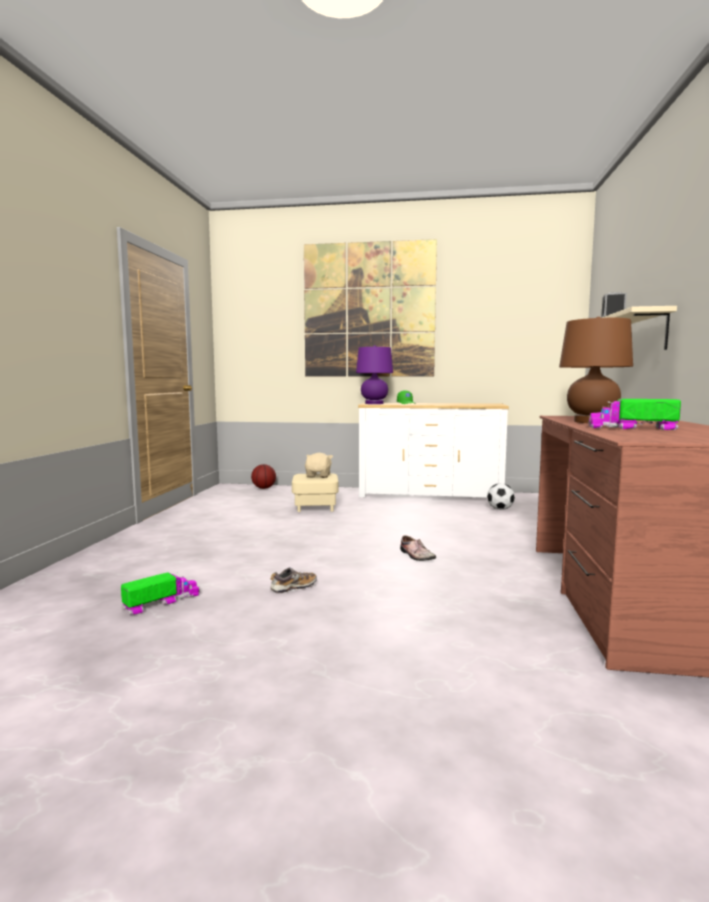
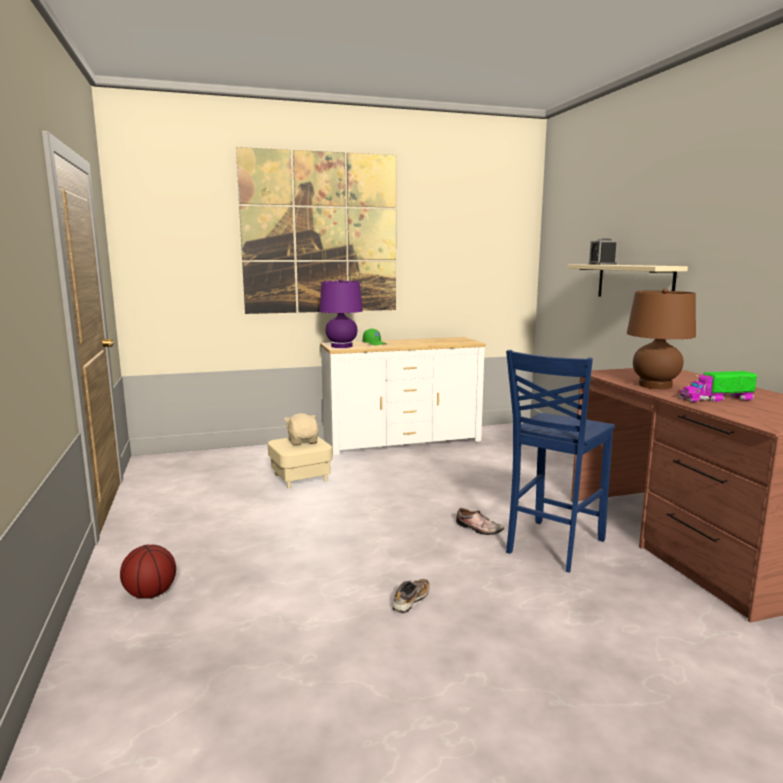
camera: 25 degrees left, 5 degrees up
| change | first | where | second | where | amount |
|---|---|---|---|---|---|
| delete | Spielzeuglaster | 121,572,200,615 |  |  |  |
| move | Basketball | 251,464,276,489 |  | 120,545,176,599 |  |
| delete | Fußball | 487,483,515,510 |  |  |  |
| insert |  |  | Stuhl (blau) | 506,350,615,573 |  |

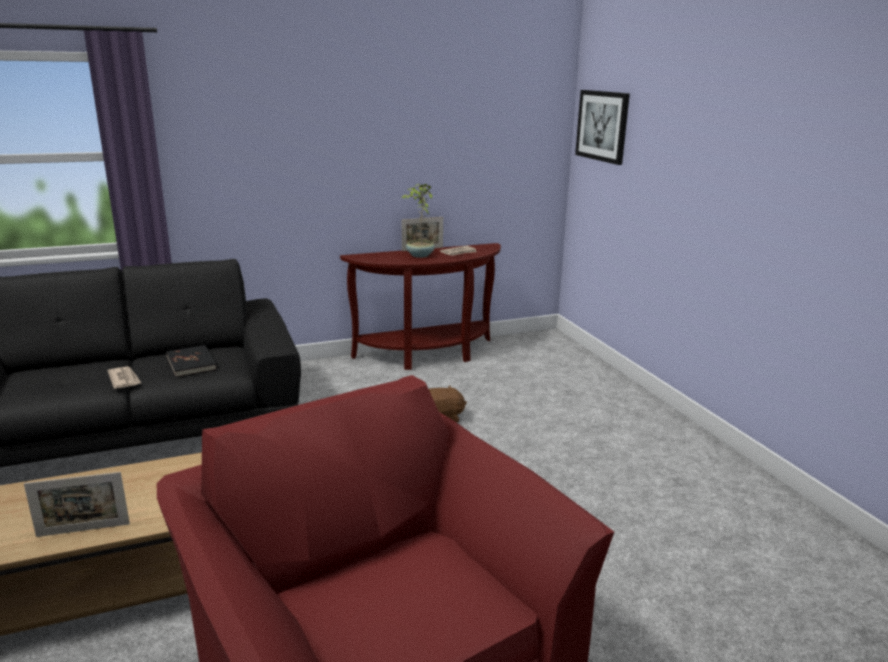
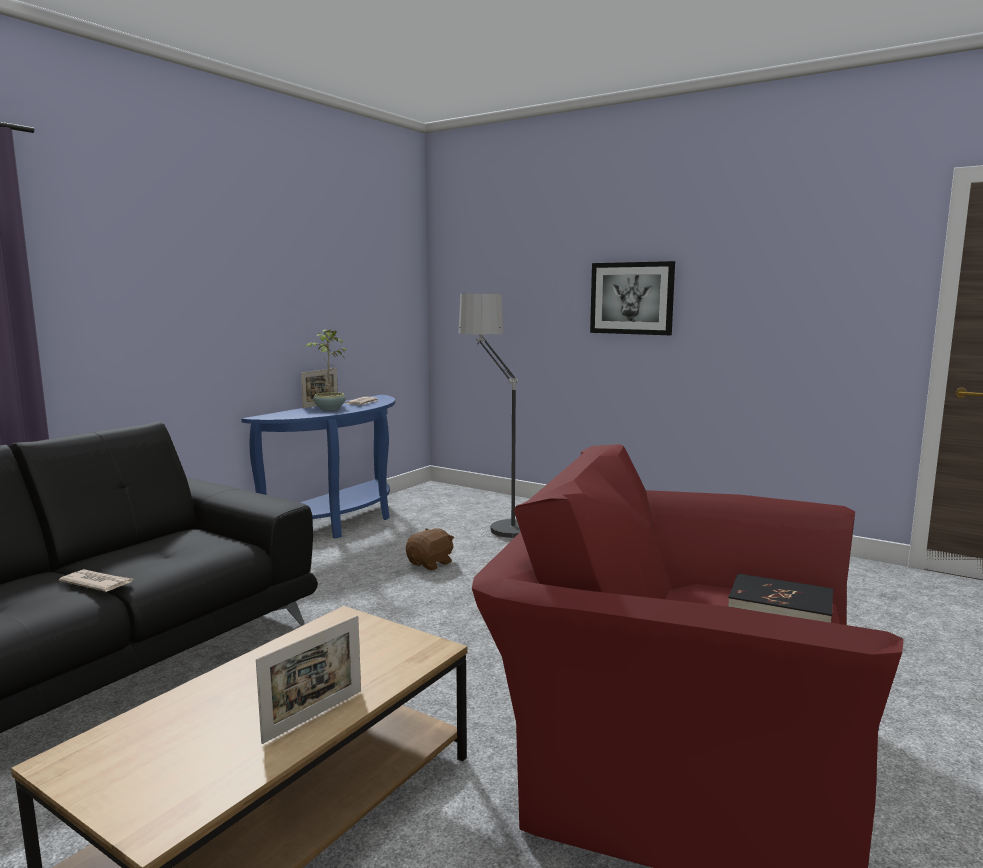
camera: 35 degrees left, 10 degrees down
| change | first | where | second | where | amount |
|---|---|---|---|---|---|
| move | Buch (schwarz) | 166,345,217,377 |  | 728,573,833,623 |  |
| recolor | Konsolentisch (braun) | 340,243,501,370 | Konsolentisch (blau) | 241,395,395,539 |  |
| move | Bild | 575,90,630,165 |  | 590,261,675,335 |  |
| insert |  |  | Stehlampe | 459,294,521,540 |  |

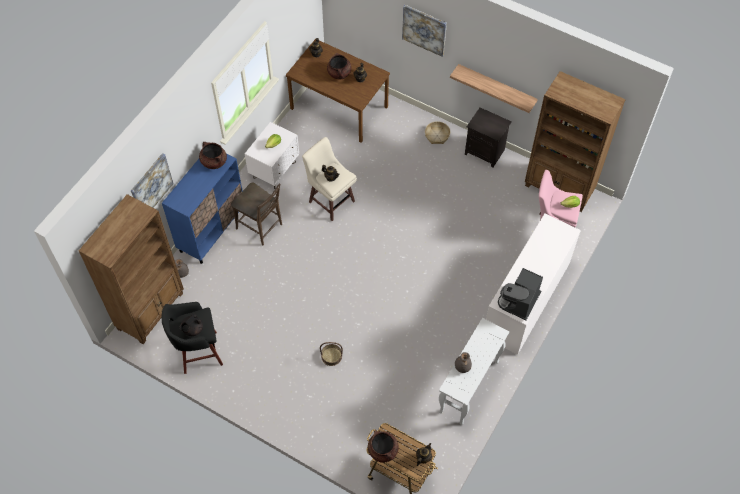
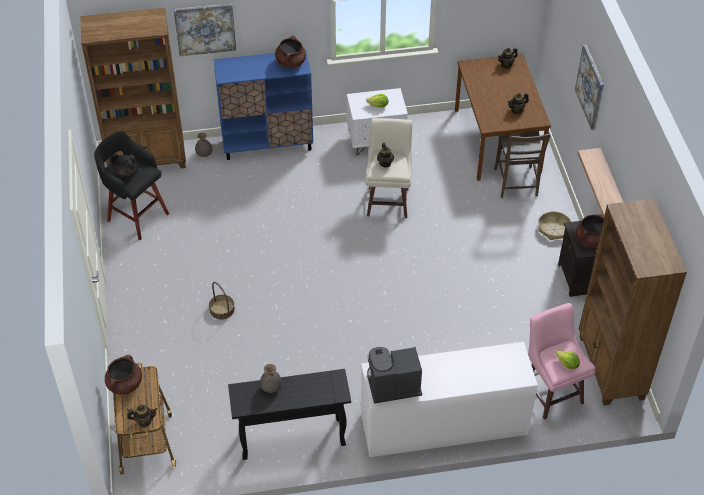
camera: 50 degrees right, 10 degrees down
| change | first | where | second | where | amount |
|---|---|---|---|---|---|
| move | Stuhl (braun) | 231,182,282,246 |  | 494,131,550,198 |  |
| move | Kochtopf (braun) | 327,53,351,80 |  | 576,214,604,247 |  |
| recolor | Konsolentisch (weiß) | 439,318,509,425 | Konsolentisch (schwarz) | 228,369,351,460 |  |

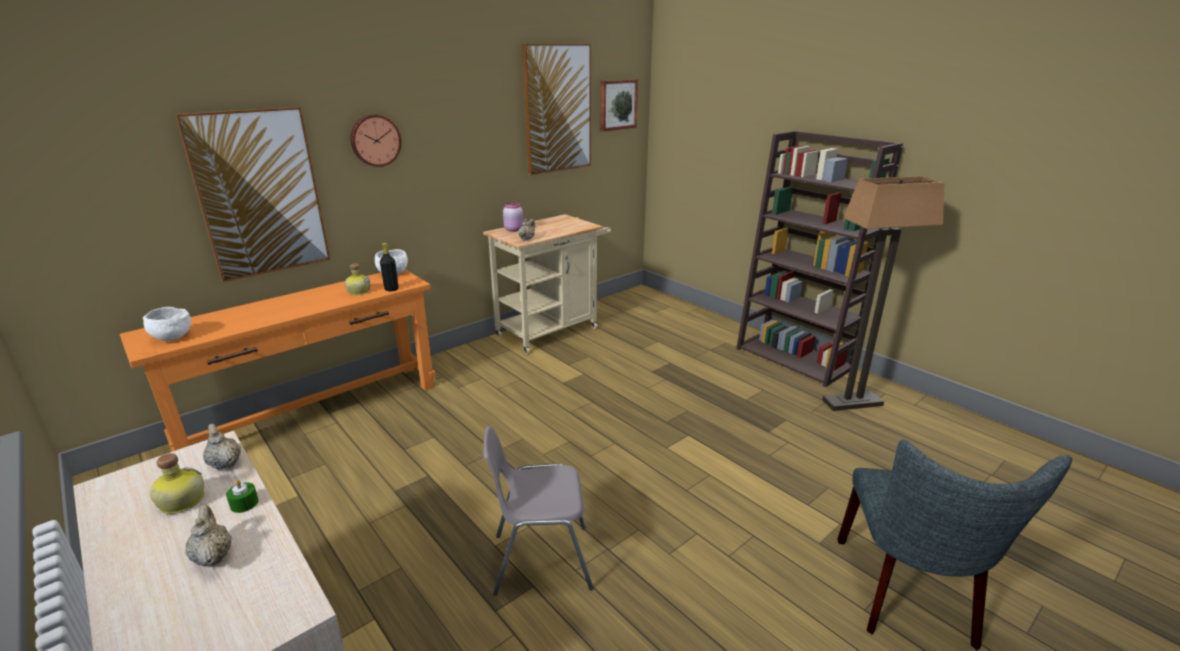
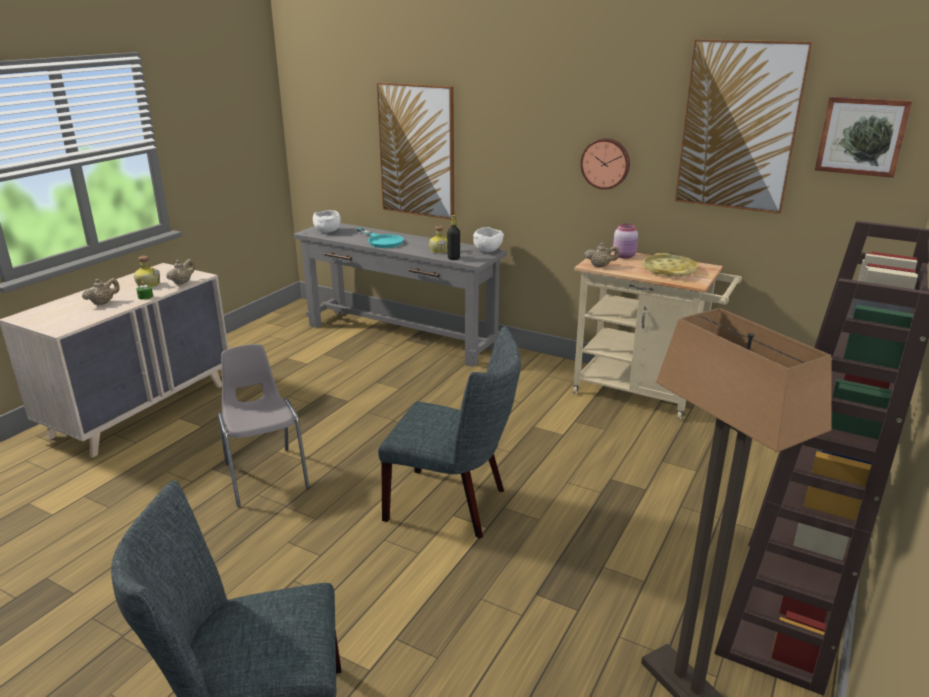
camera: 70 degrees right, 0 degrees up
| change | first | where | second | where | amount |
|---|---|---|---|---|---|
| recolor | Konsolentisch (orange) | 120,270,436,452 | Konsolentisch (grau) | 294,223,507,367 |  |
| move | Wanduhr | 350,114,402,167 |  | 580,138,630,190 |  |
| insert |  |  | Pfanne (türkis) | 357,228,404,248 |  |
| insert |  |  | Stuhl (grau) | 378,326,521,539 |  |
| insert |  |  | Tablett (gelb) | 643,253,697,277 |  |

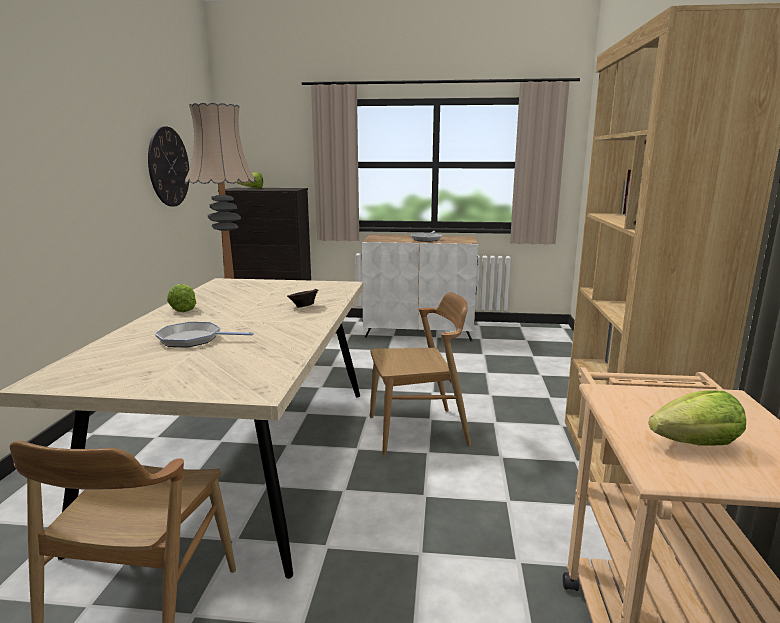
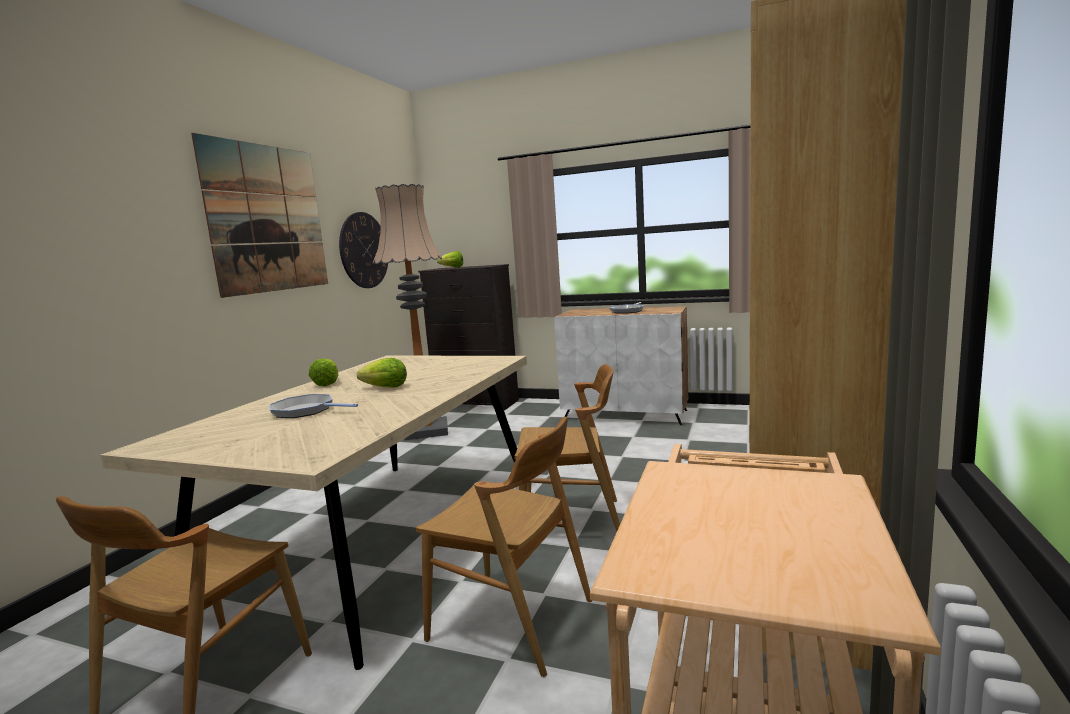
camera: 15 degrees right, 5 degrees down
| change | first | where | second | where | amount |
|---|---|---|---|---|---|
| delete | Schüssel (braun) | 287,289,318,308 |  |  |  |
| move | Salatkopf | 649,390,746,445 |  | 357,358,407,388 |  |
| insert |  |  | Bild | 191,133,328,298 |  |
| insert |  |  | Stuhl (braun) | 416,417,592,677 |  |

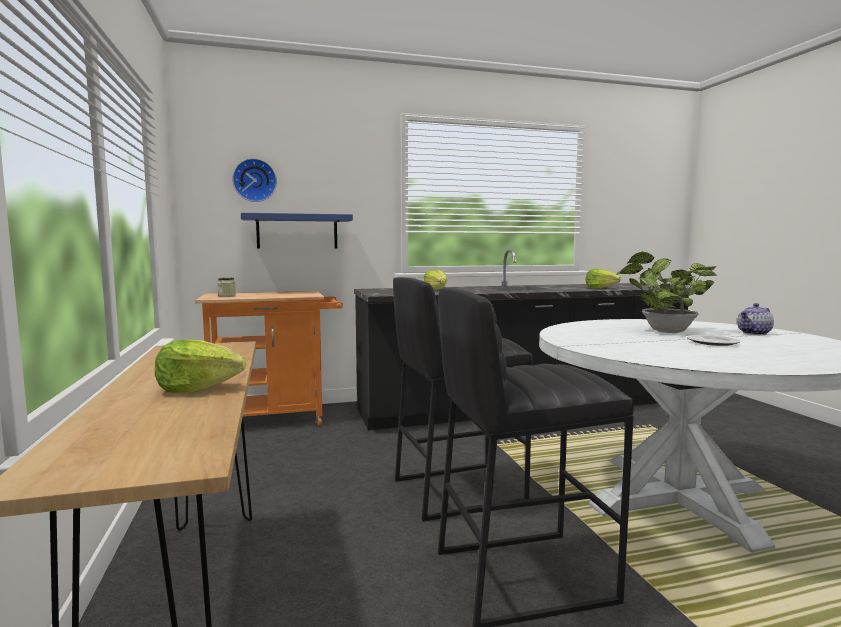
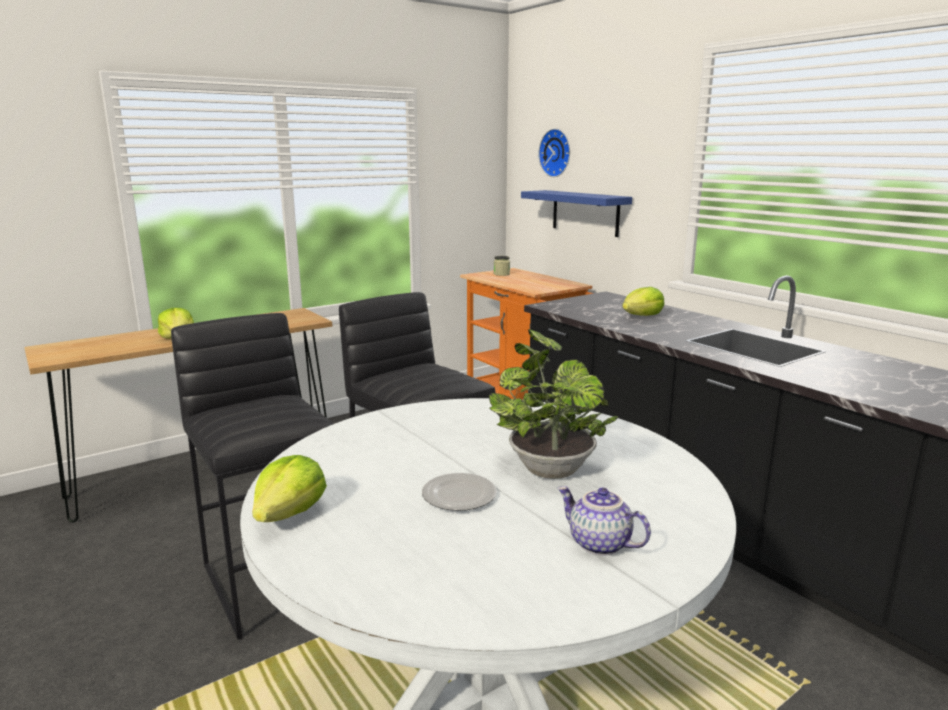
camera: 70 degrees right, 10 degrees up
| change | first | where | second | where | amount |
|---|---|---|---|---|---|
| move | Salatkopf | 586,269,621,289 |  | 252,455,327,522 |  |

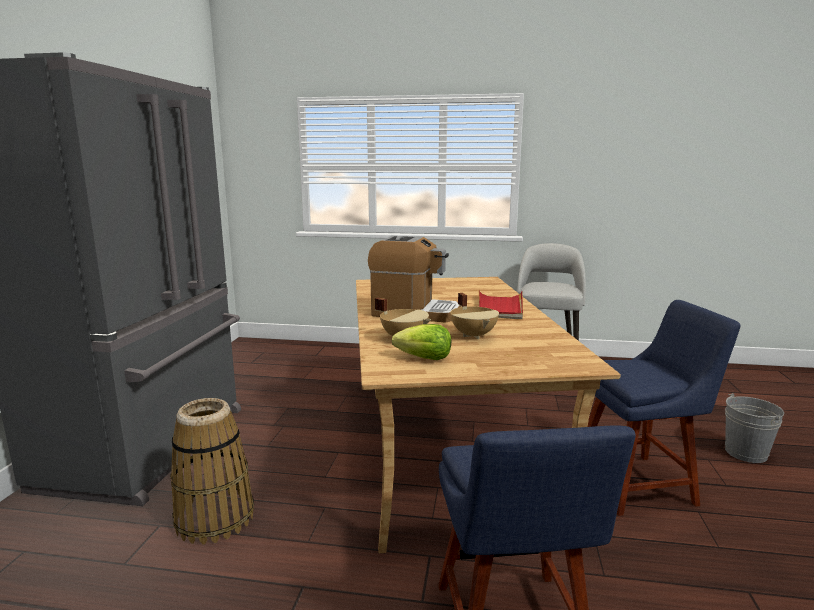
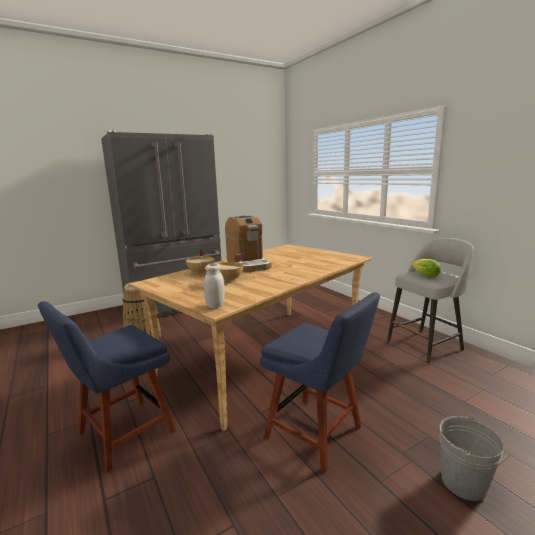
camera: 50 degrees right, 0 degrees up
| change | first | where | second | where | amount |
|---|---|---|---|---|---|
| move | Salatkopf | 392,324,451,360 |  | 412,259,441,277 |  |
| delete | Tablett (rot) | 479,290,523,319 |  |  |  |
| insert |  |  | Vorratsglas (weiß) | 204,263,225,309 |  |

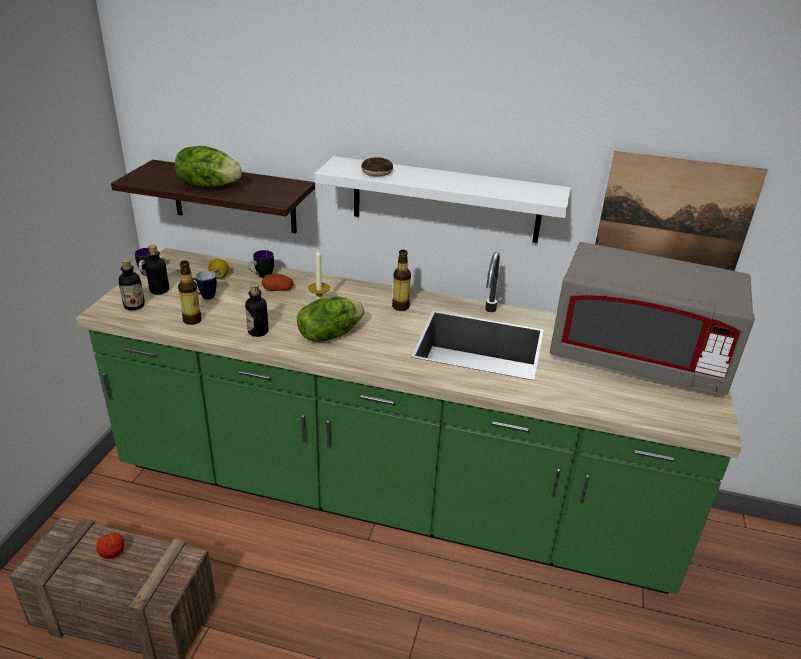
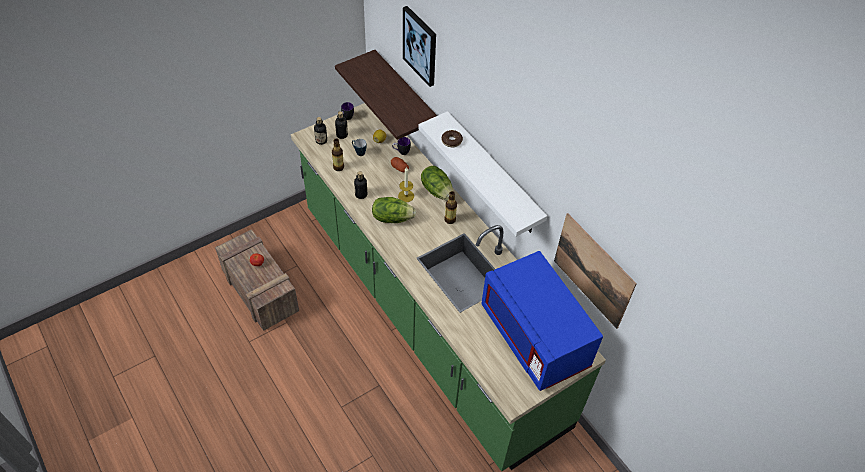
camera: 40 degrees right, 20 degrees up
| change | first | where | second | where | amount |
|---|---|---|---|---|---|
| move | Salatkopf | 175,146,242,187 |  | 421,166,453,201 |  |
| recolor | Mikrowelle (grau) | 550,242,755,395 | Mikrowelle (blau) | 482,251,603,391 |  |
| insert |  |  | Bild | 403,6,436,87 |  |

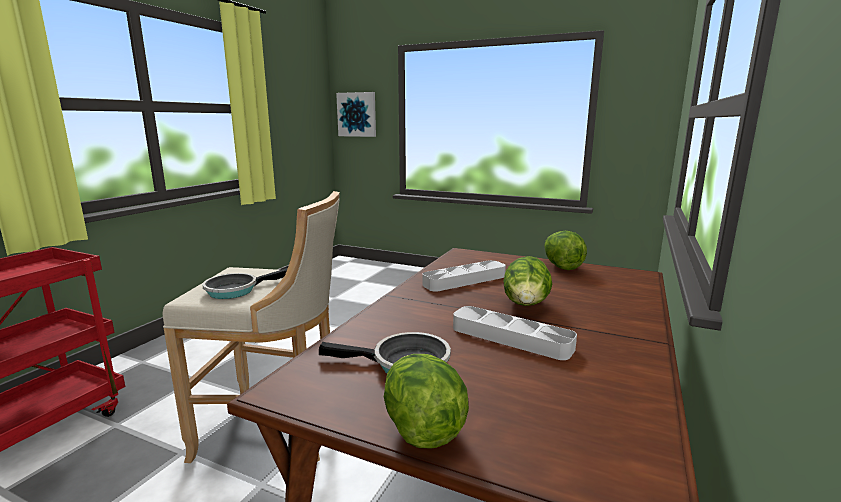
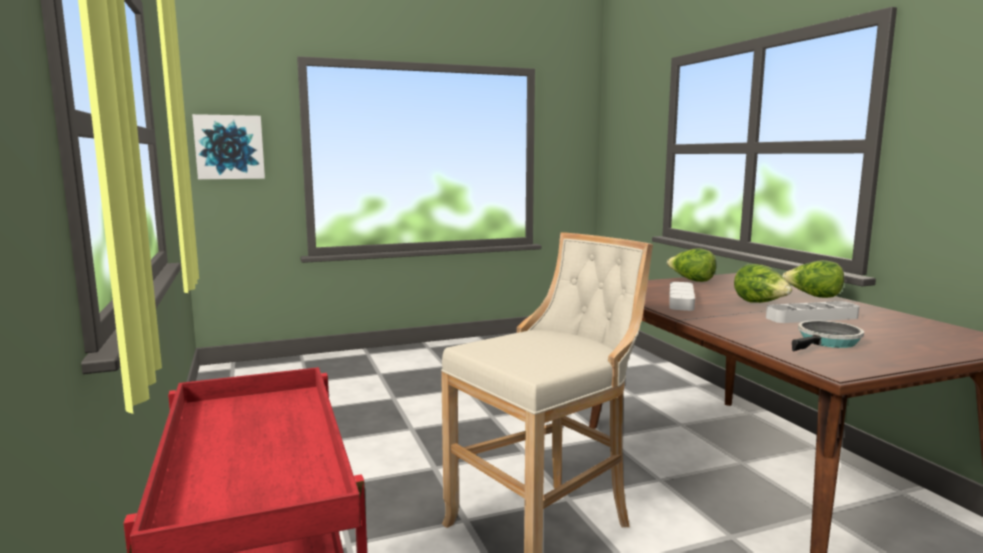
camera: 45 degrees left, 5 degrees down
| change | first | where | second | where | amount |
|---|---|---|---|---|---|
| delete | Pfanne | 202,268,288,299 |  |  |  |
| move | Salatkopf | 384,354,469,449 |  | 782,260,844,298 |  |

